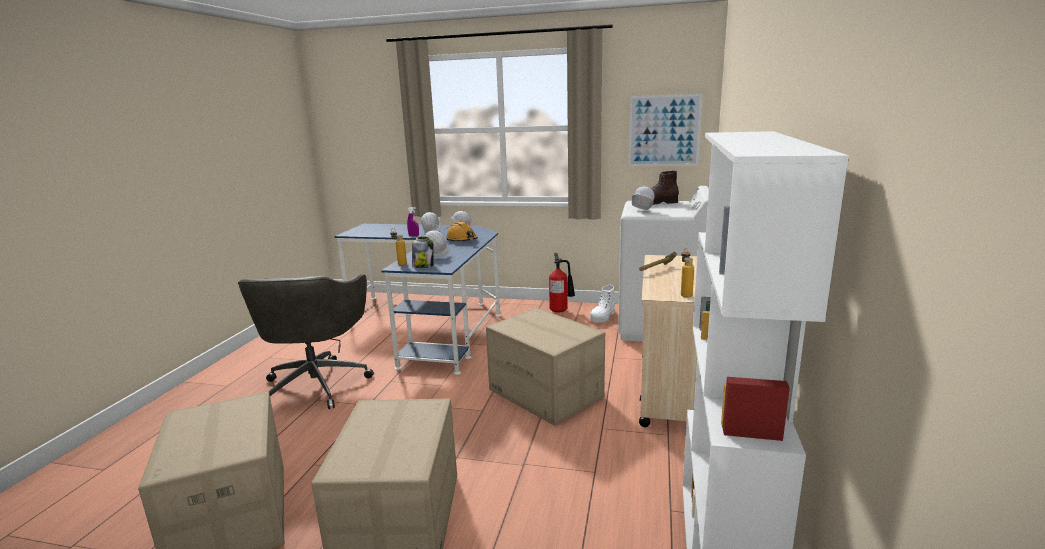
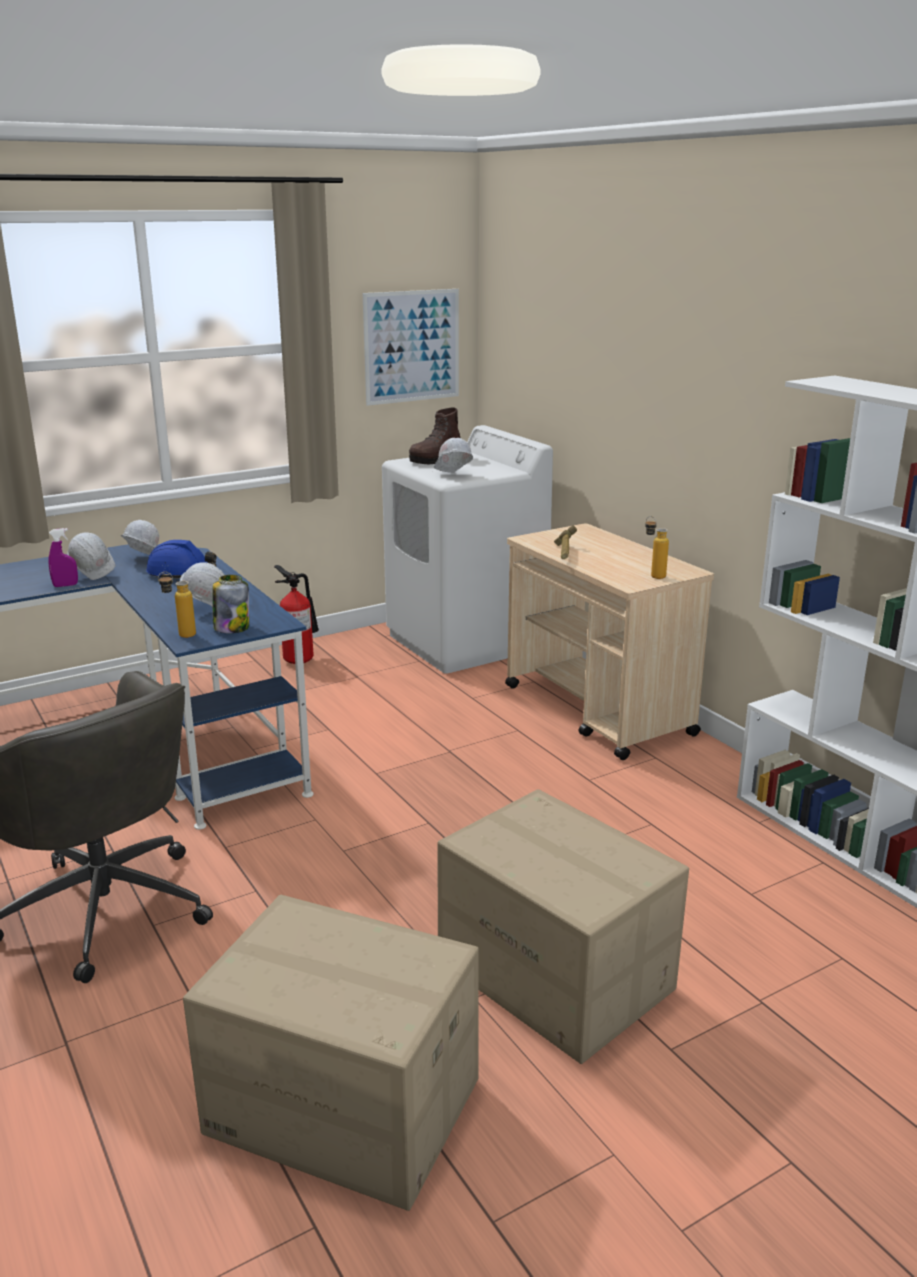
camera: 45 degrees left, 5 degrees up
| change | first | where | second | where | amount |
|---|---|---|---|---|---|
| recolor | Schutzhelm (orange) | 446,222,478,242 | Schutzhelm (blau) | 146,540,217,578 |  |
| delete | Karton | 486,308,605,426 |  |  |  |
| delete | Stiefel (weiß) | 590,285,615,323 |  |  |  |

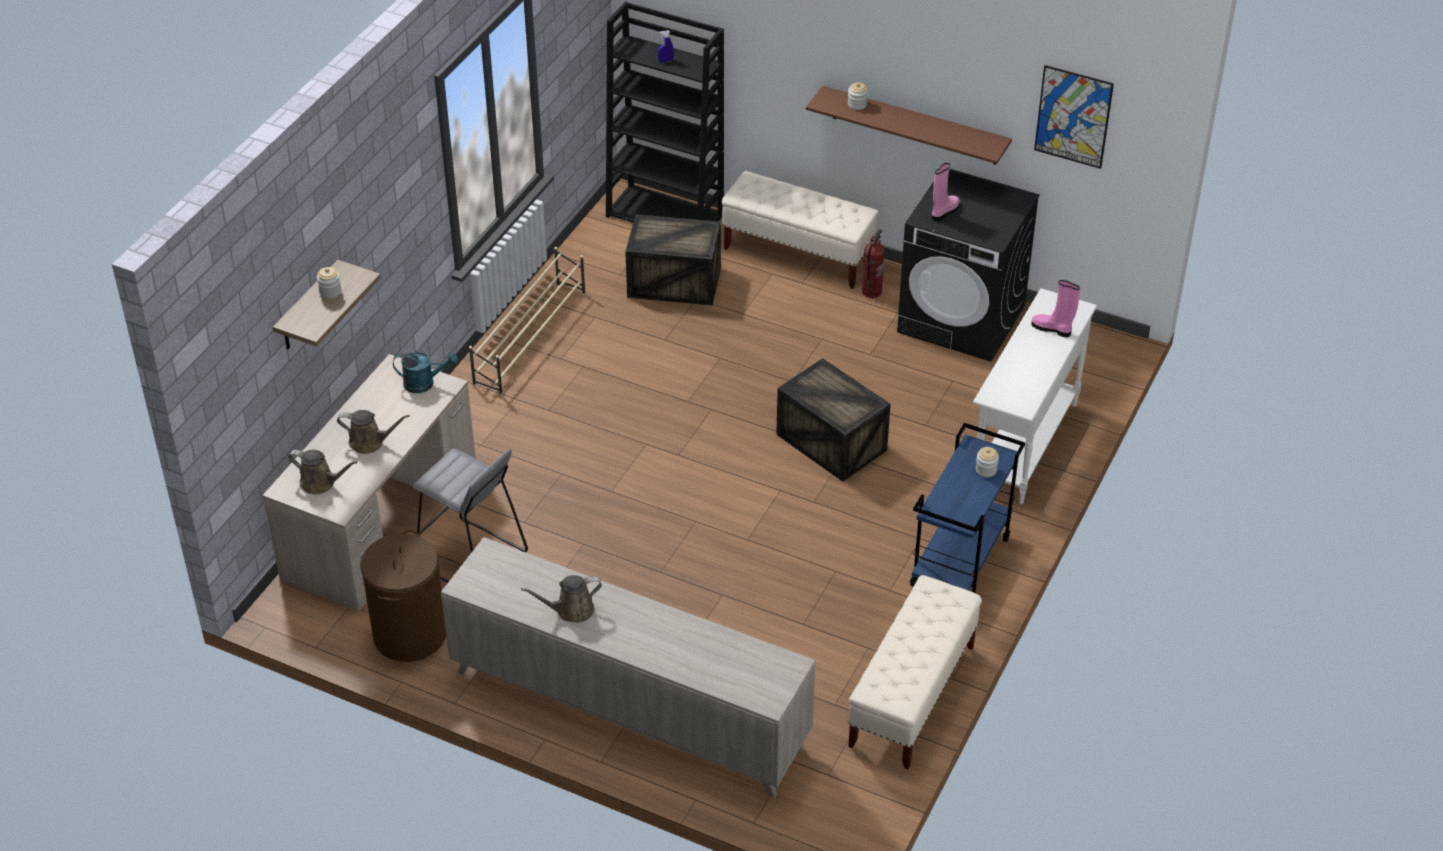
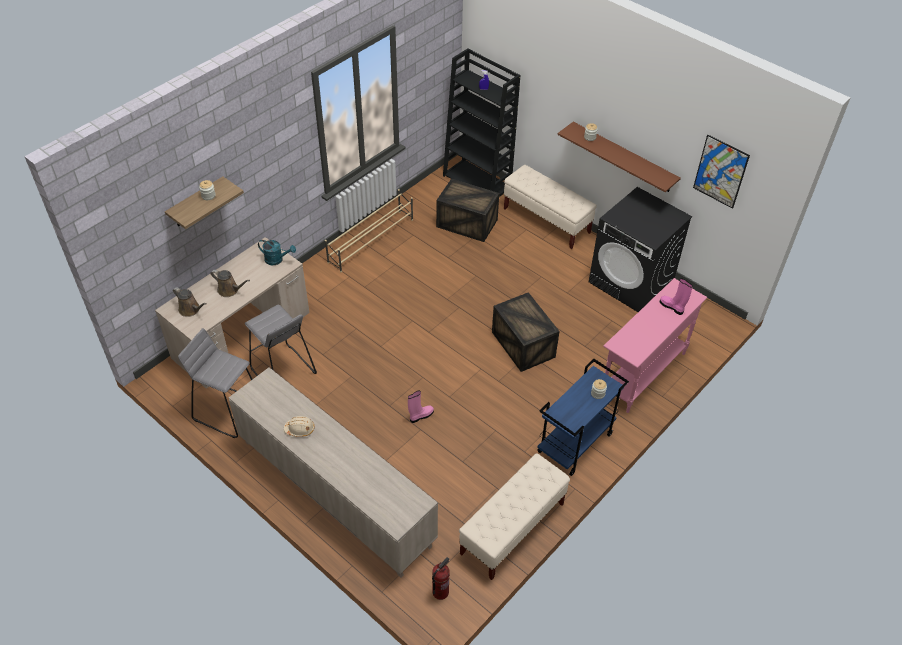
camera: 15 degrees right, 5 degrees up
| change | first | where | second | where | amount |
|---|---|---|---|---|---|
| replace | Wäschekorb (braun) | 360,530,446,662 | Hocker (grau) | 178,328,253,438 |  |
| replace | Gießkanne (braun) | 521,575,602,623 | Schutzhelm (beige) | 284,416,315,437 |  |
| move | Feuerlöscher | 862,229,885,298 |  | 432,557,450,600 |  |
| move | Stiefel (rosa) | 932,163,960,222 |  | 408,391,434,423 |  |
| recolor | Konsolentisch (weiß) | 973,288,1097,504 | Konsolentisch (rosa) | 603,278,707,413 |  |

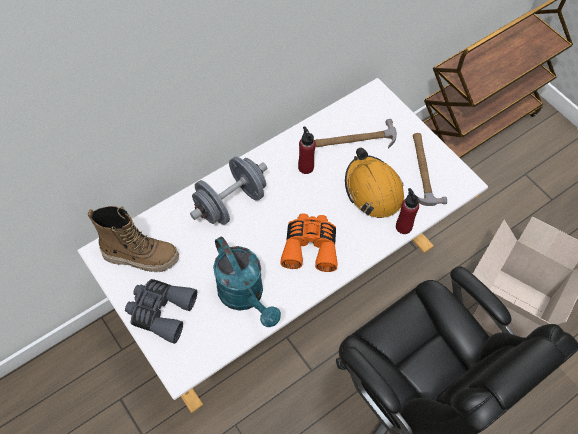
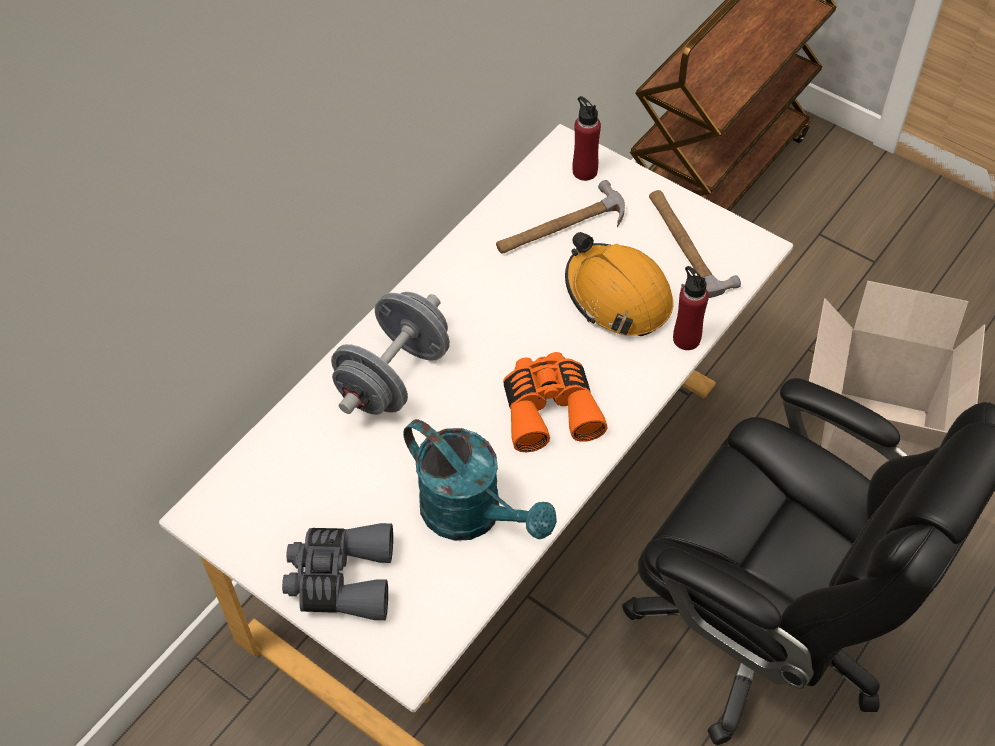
camera: 15 degrees left, 5 degrees down
| change | first | where | second | where | amount |
|---|---|---|---|---|---|
| delete | Stiefel | 88,206,179,272 |  |  |  |
| move | Flasche (rot) | 298,126,316,174 |  | 572,96,601,181 |  |

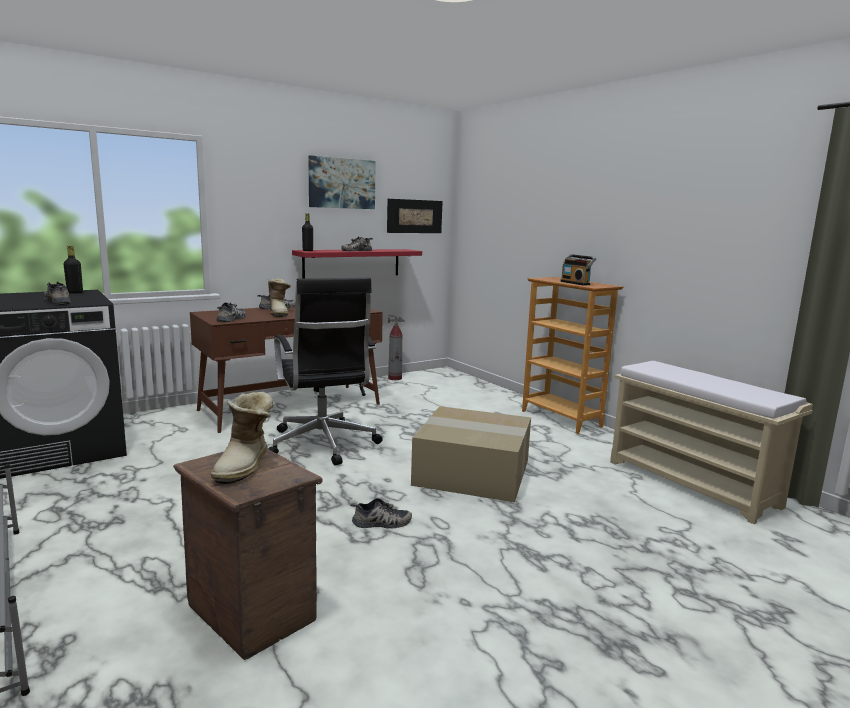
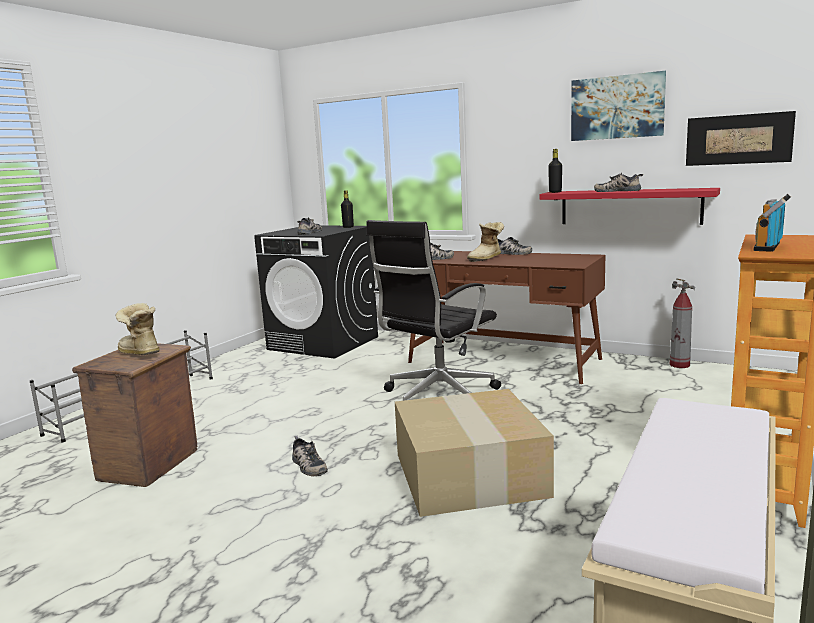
camera: 65 degrees right, 0 degrees up
| change | first | where | second | where | amount |
|---|---|---|---|---|---|
| rotate | Stiefel | 211,392,274,484 |  | 116,303,160,355 | 60 degrees clockwise |

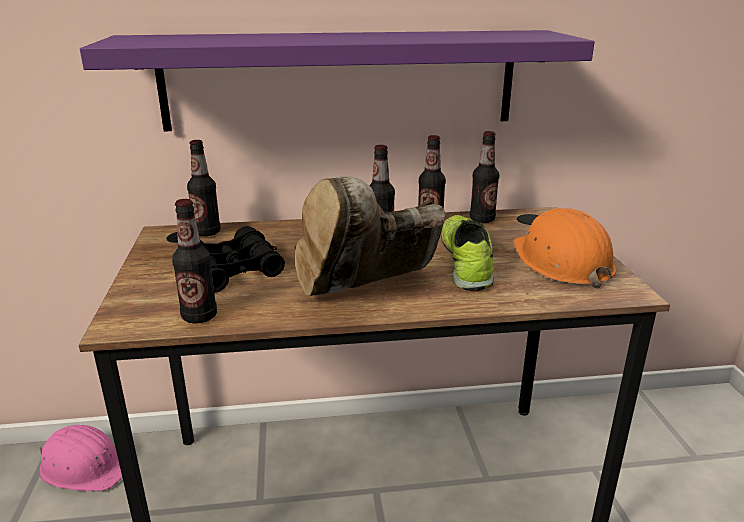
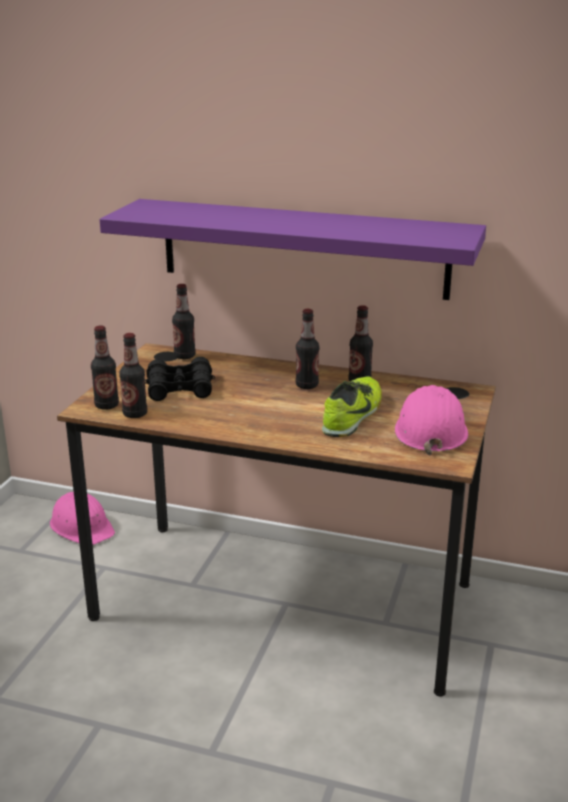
camera: 25 degrees right, 0 degrees up
| change | first | where | second | where | amount |
|---|---|---|---|---|---|
| delete | Stiefel (braun) | 295,176,445,296 |  |  |  |
| move | Flasche | 470,131,499,223 |  | 91,326,119,410 |  |
| recolor | Schutzhelm (orange) | 513,208,616,288 | Schutzhelm (rosa) | 395,385,468,455 |  |

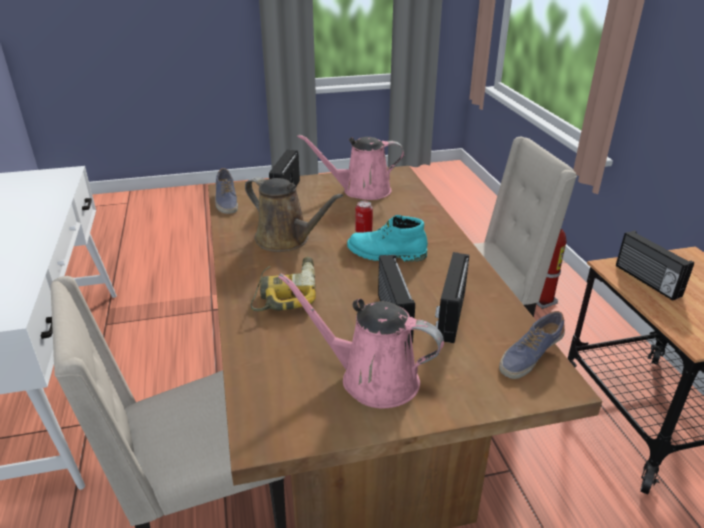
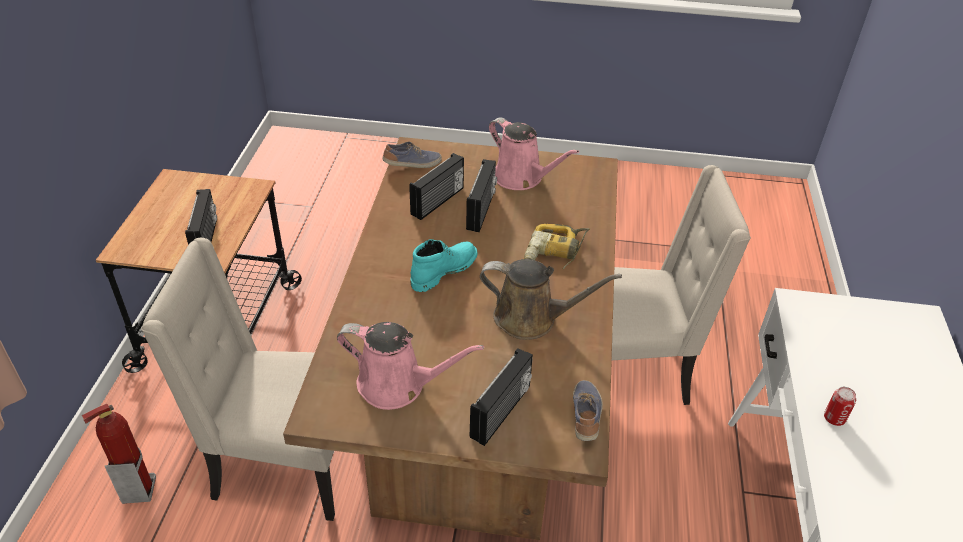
camera: 160 degrees left, 10 degrees up
| change | first | where | second | where | amount |
|---|---|---|---|---|---|
| rotate | Gießkanne (braun) | 245,176,344,252 |  | 480,259,622,340 | 135 degrees clockwise |
| rotate | Stiefel (türkis) | 347,215,428,262 |  | 410,239,478,292 | 75 degrees counterclockwise |
| move | Dose | 355,201,373,233 |  | 824,387,856,426 |  |

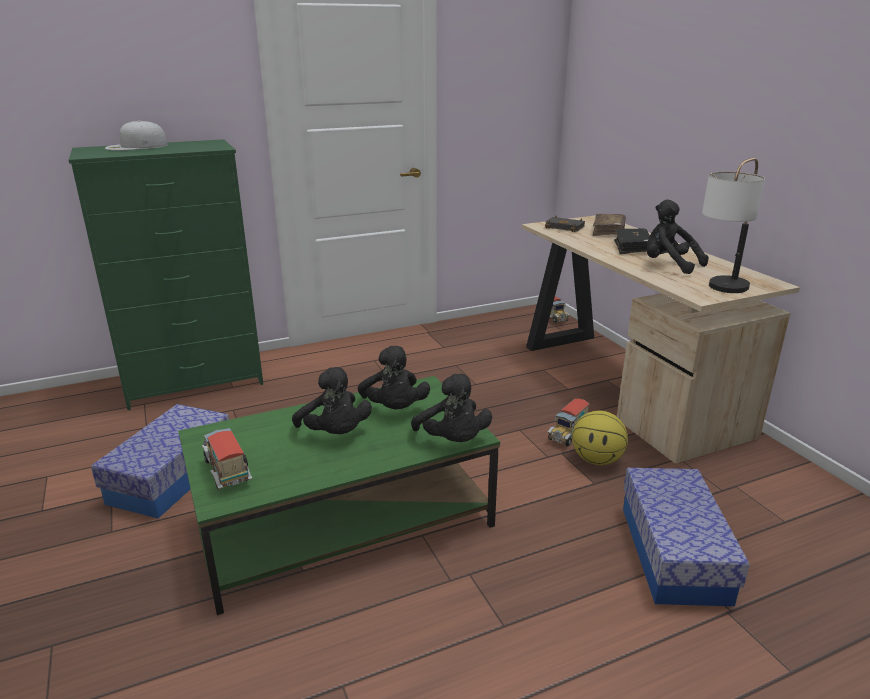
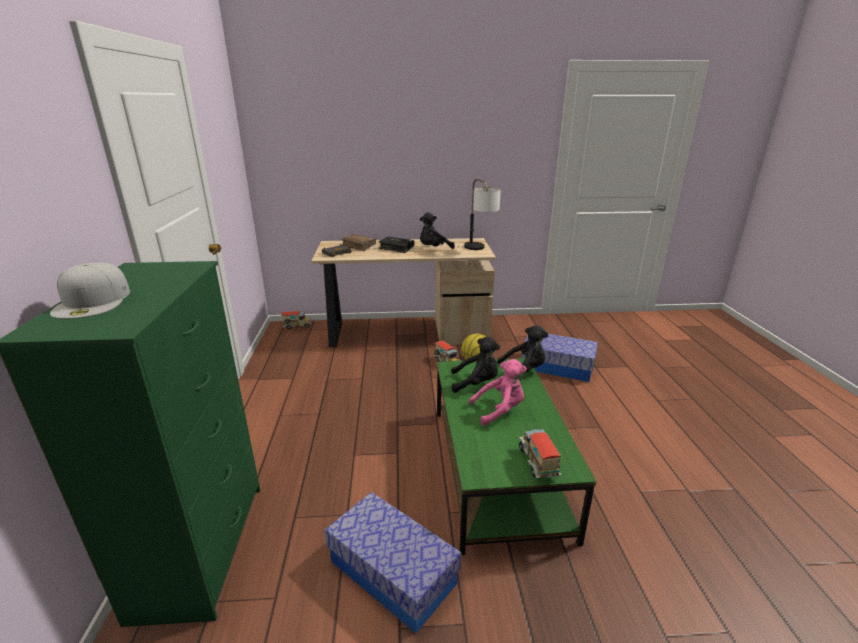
camera: 70 degrees left, 0 degrees up
| change | first | where | second | where | amount |
|---|---|---|---|---|---|
| rotate | Spielzeuglaster | 202,428,253,490 |  | 519,429,562,479 | 90 degrees clockwise |
| recolor | Plüschtier (schwarz) | 292,367,372,434 | Plüschtier (rosa) | 469,359,527,426 |  |

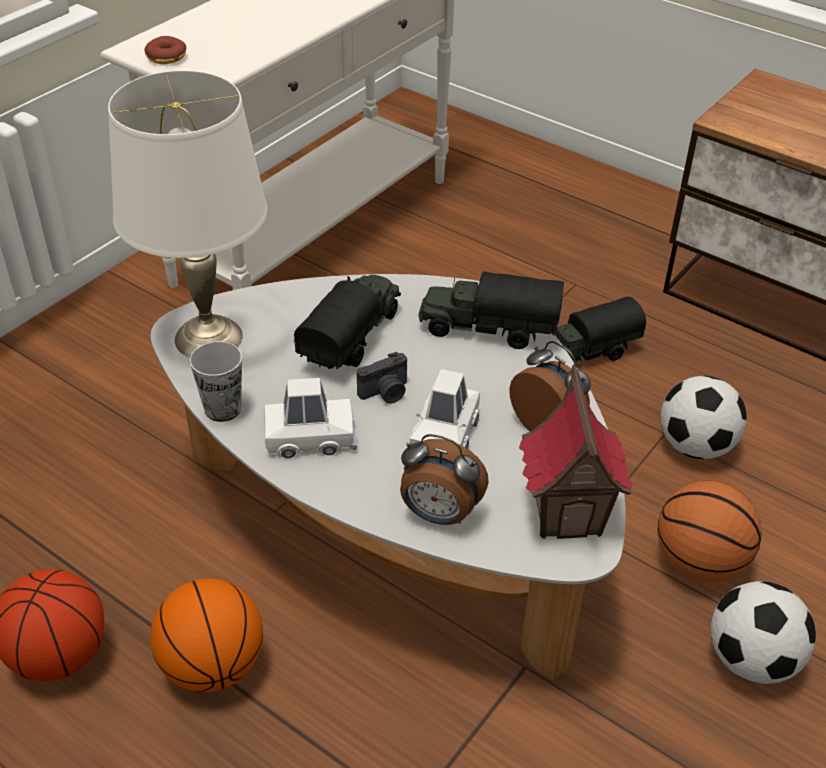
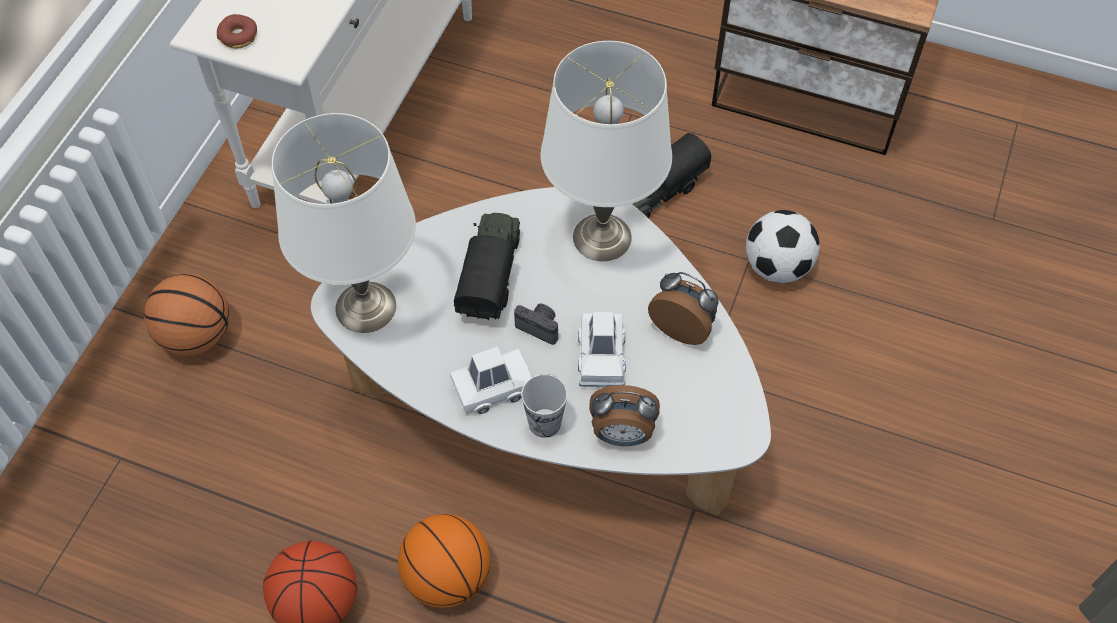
camera: 15 degrees left, 15 degrees up
| change | first | where | second | where | amount |
|---|---|---|---|---|---|
| move | Tasse | 190,341,242,422 |  | 521,374,567,438 |  |
| rotate | Kamera | 357,352,407,404 |  | 514,304,558,345 | 105 degrees counterclockwise |
| replace | Spielzeuglaster | 419,272,564,349 | Tischlampe (weiß) | 540,41,672,261 |  |
| delete | Spielzeughaus | 519,364,633,539 |  |  |  |
| move | Basketball | 658,480,762,582 |  | 144,274,229,356 |  |
| delete | Fußball | 711,581,816,684 |  |  |  |

